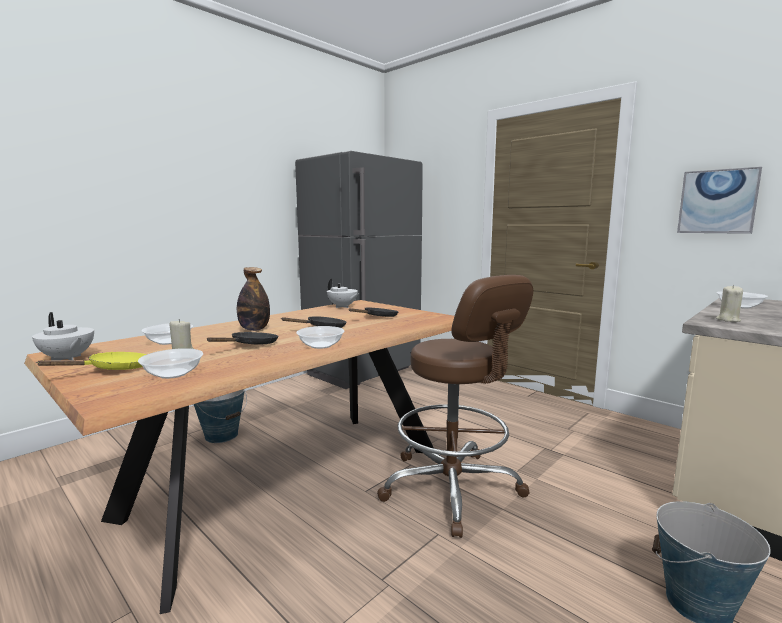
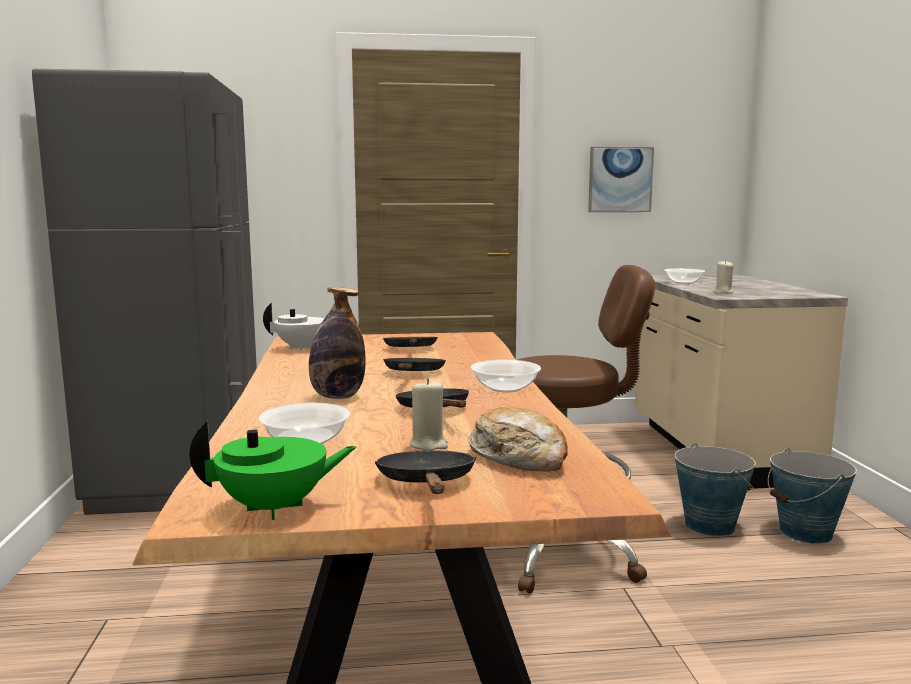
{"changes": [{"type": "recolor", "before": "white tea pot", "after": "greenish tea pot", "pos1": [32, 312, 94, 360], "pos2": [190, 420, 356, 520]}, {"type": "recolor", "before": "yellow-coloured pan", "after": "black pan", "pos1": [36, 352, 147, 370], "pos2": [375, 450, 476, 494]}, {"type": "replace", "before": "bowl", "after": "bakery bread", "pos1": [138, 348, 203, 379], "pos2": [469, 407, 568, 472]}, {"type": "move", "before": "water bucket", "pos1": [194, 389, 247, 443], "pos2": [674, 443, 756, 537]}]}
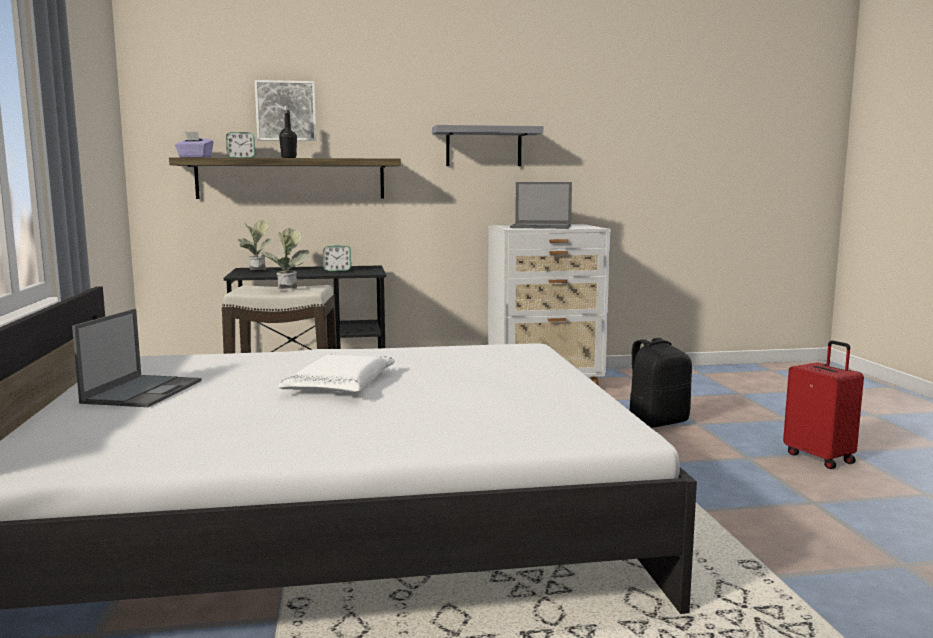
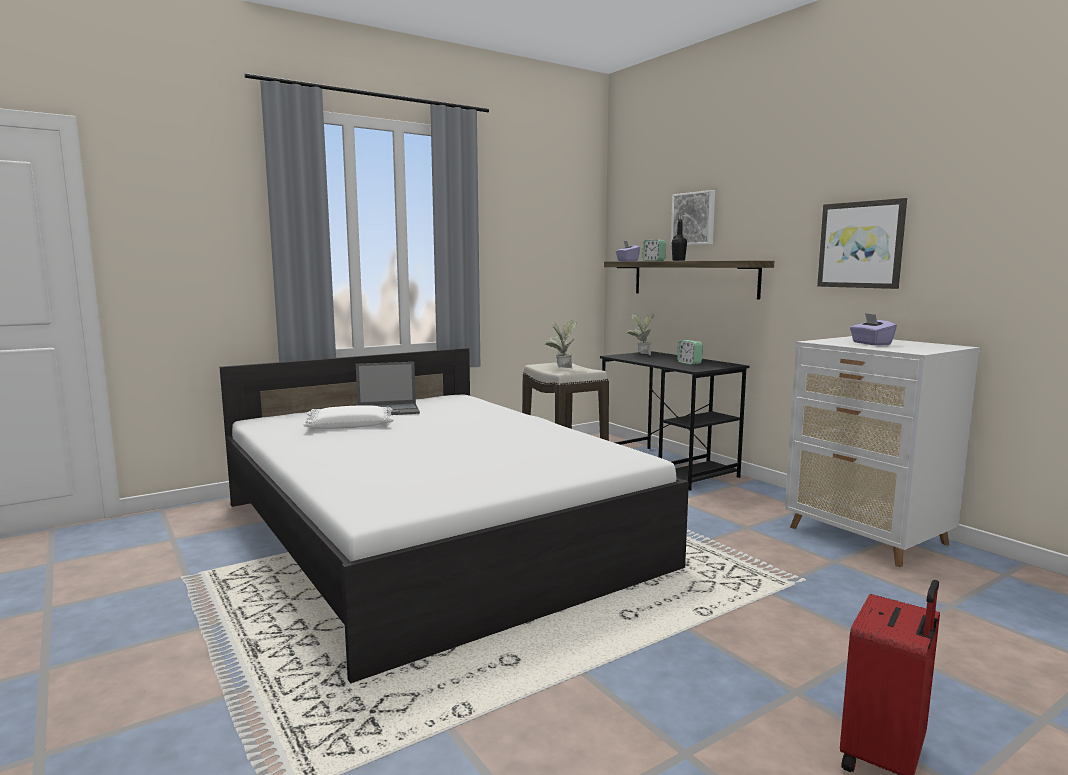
{"changes": [{"type": "move", "before": "white pillow", "pos1": [278, 354, 395, 393], "pos2": [303, 405, 394, 429]}, {"type": "replace", "before": "gray shelf", "after": "wall picture", "pos1": [432, 125, 543, 166], "pos2": [817, 198, 907, 289]}, {"type": "replace", "before": "laptop", "after": "purple tissue holder", "pos1": [510, 182, 572, 229], "pos2": [850, 313, 897, 345]}, {"type": "delete", "before": "black rucksack", "pos1": [629, 338, 692, 428]}]}
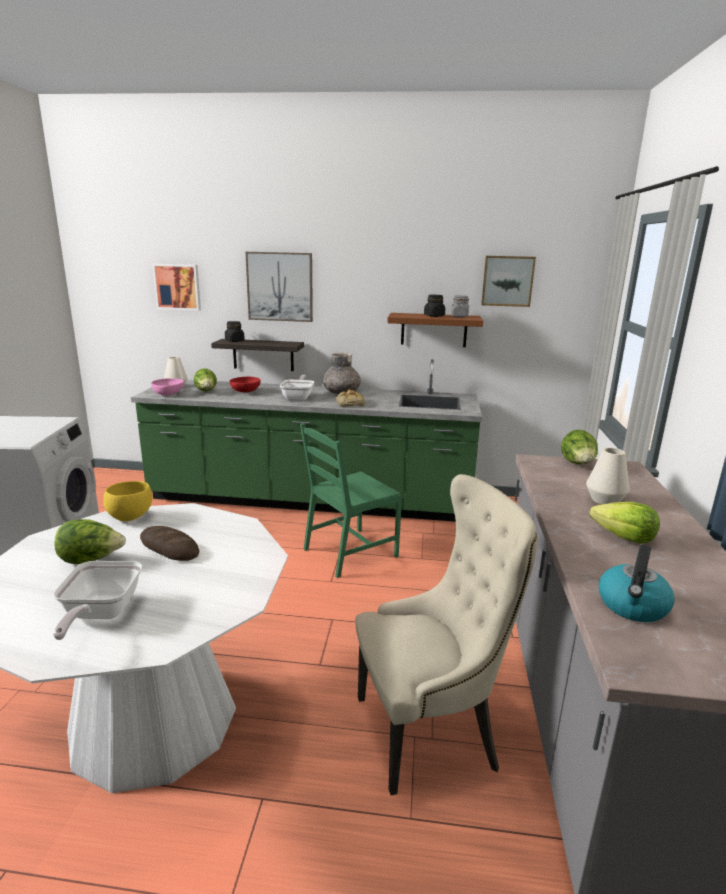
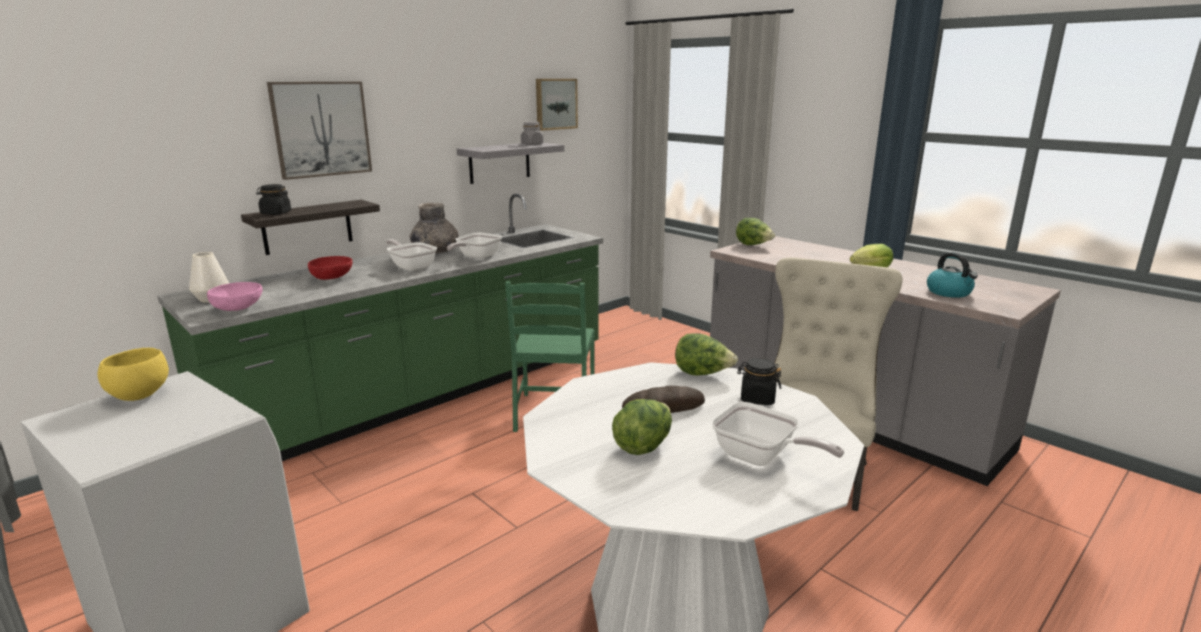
{"changes": [{"type": "move", "before": "yellow-coloured bowl", "pos1": [103, 481, 152, 521], "pos2": [97, 348, 169, 401]}, {"type": "delete", "before": "wall picture", "pos1": [152, 264, 201, 311]}, {"type": "move", "before": "lettuce", "pos1": [194, 368, 217, 391], "pos2": [675, 334, 738, 376]}, {"type": "replace", "before": "bakery bread", "after": "pan", "pos1": [336, 389, 365, 407], "pos2": [447, 232, 502, 259]}, {"type": "recolor", "before": "brownish shelf", "after": "gray shelf", "pos1": [387, 313, 483, 347], "pos2": [457, 143, 564, 184]}, {"type": "move", "before": "black storage jar", "pos1": [424, 295, 445, 317], "pos2": [737, 358, 781, 405]}, {"type": "delete", "before": "white decorative vase", "pos1": [586, 448, 630, 504]}]}
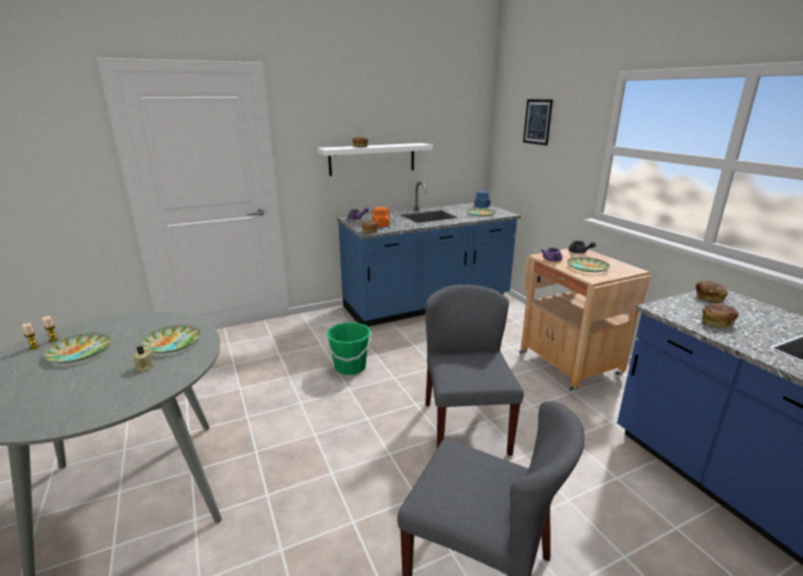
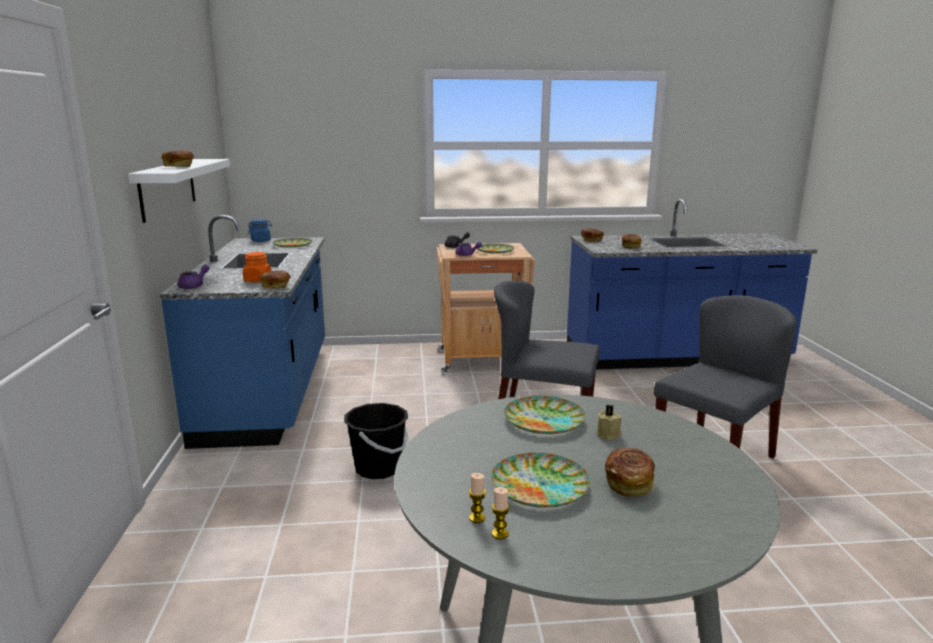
{"changes": [{"type": "recolor", "before": "greenish water bucket", "after": "black water bucket", "pos1": [326, 322, 372, 375], "pos2": [344, 403, 409, 479]}, {"type": "delete", "before": "wall picture", "pos1": [523, 99, 553, 146]}, {"type": "insert", "after": "bakery bread", "pos2": [605, 448, 655, 497]}]}
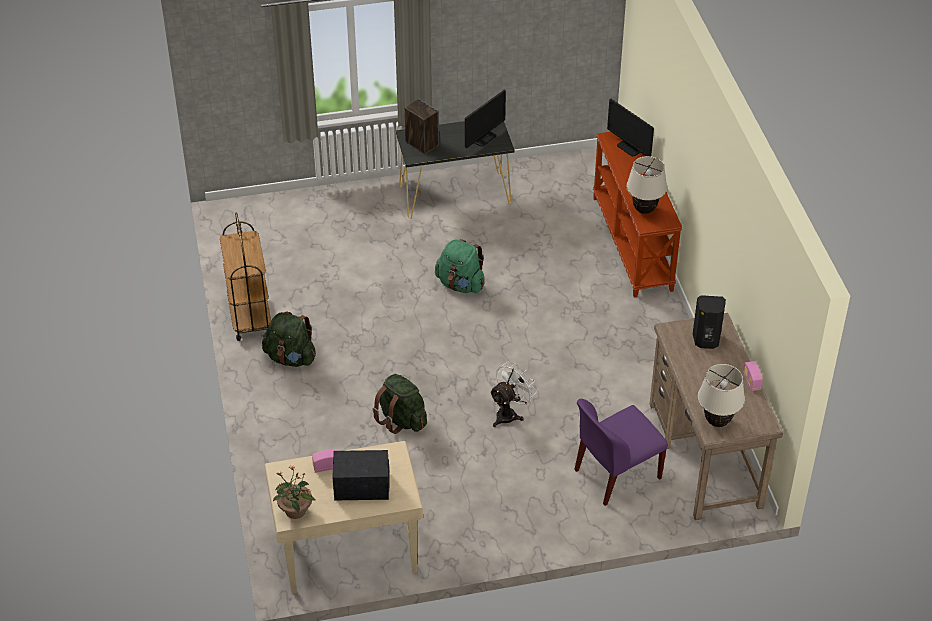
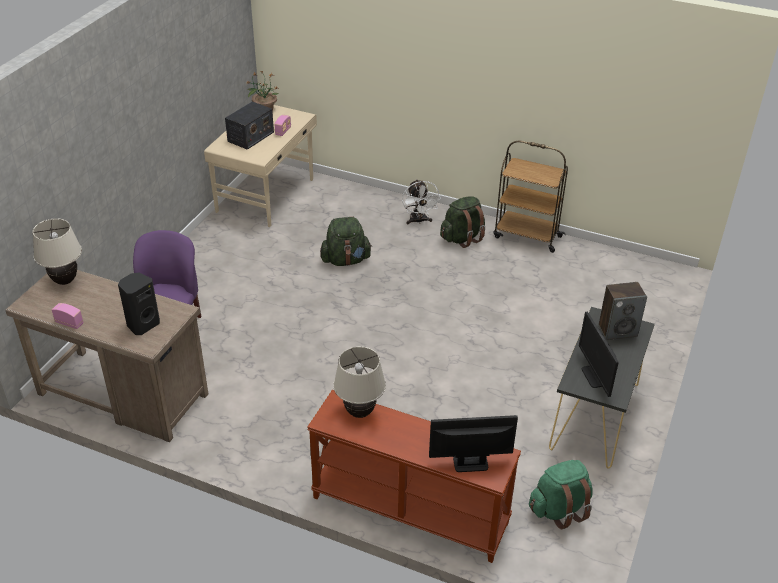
{"changes": [{"type": "move", "before": "greenish rucksack", "pos1": [435, 239, 485, 293], "pos2": [529, 460, 593, 529]}, {"type": "move", "before": "white electric fan", "pos1": [489, 362, 537, 427], "pos2": [402, 179, 441, 225]}]}
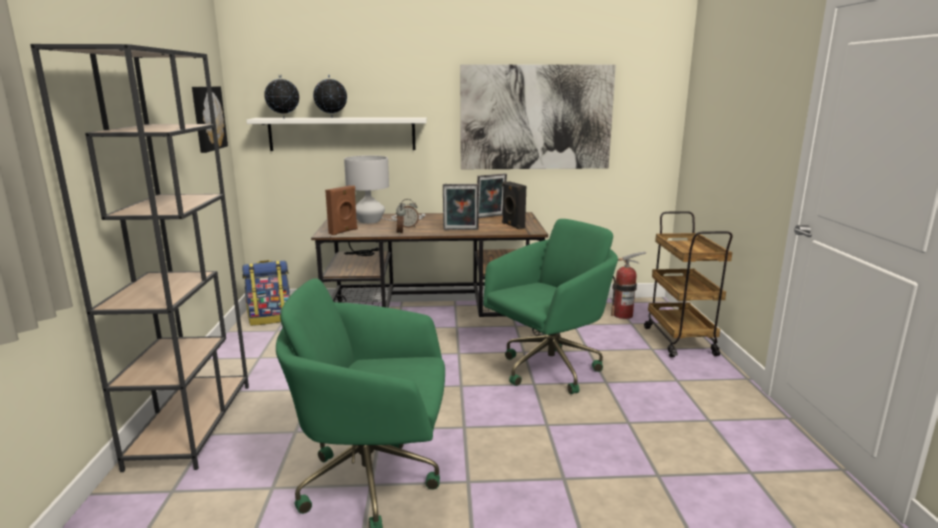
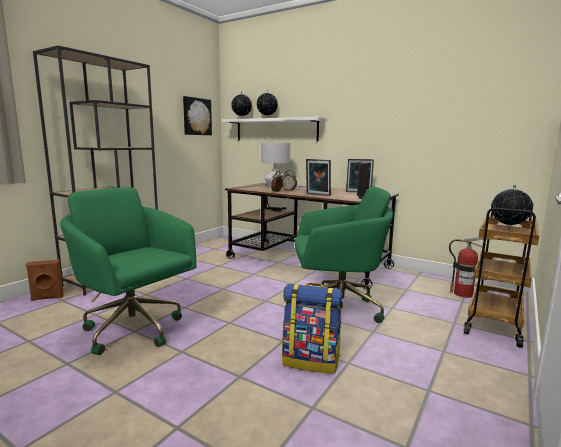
{"changes": [{"type": "move", "before": "rucksack", "pos1": [242, 260, 290, 326], "pos2": [282, 283, 343, 374]}, {"type": "move", "before": "brownish loudspeaker", "pos1": [325, 186, 358, 235], "pos2": [26, 260, 64, 301]}, {"type": "delete", "before": "wall picture", "pos1": [460, 64, 616, 169]}, {"type": "insert", "after": "globe", "pos2": [491, 185, 533, 230]}]}
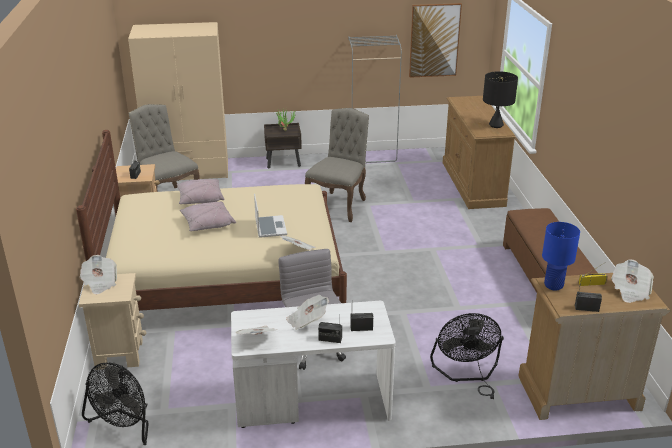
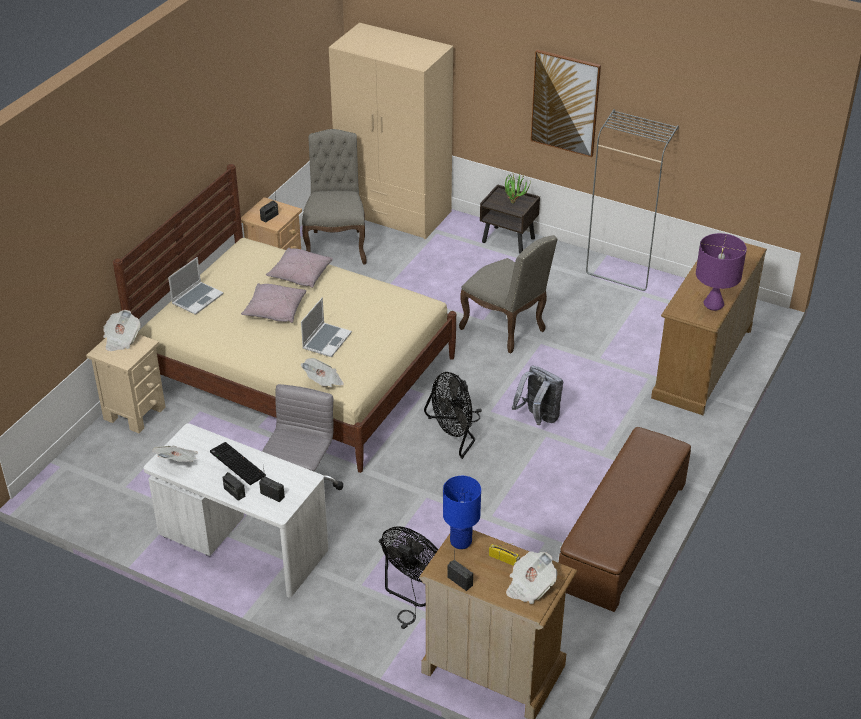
{"changes": [{"type": "move", "before": "black electric fan", "pos1": [82, 362, 149, 445], "pos2": [424, 372, 483, 459]}, {"type": "replace", "before": "daily paper", "after": "keyboard", "pos1": [286, 295, 329, 330], "pos2": [210, 442, 266, 485]}, {"type": "rotate", "before": "gray upright chair", "pos1": [305, 108, 369, 222], "pos2": [459, 235, 557, 354], "turn": 75}, {"type": "move", "before": "wall picture", "pos1": [409, 3, 462, 78], "pos2": [531, 50, 601, 157]}, {"type": "recolor", "before": "black table lamp", "after": "purple table lamp", "pos1": [483, 71, 518, 128], "pos2": [696, 233, 747, 311]}, {"type": "insert", "after": "laptop", "pos2": [168, 257, 224, 315]}, {"type": "insert", "after": "gray rucksack", "pos2": [512, 366, 563, 425]}]}
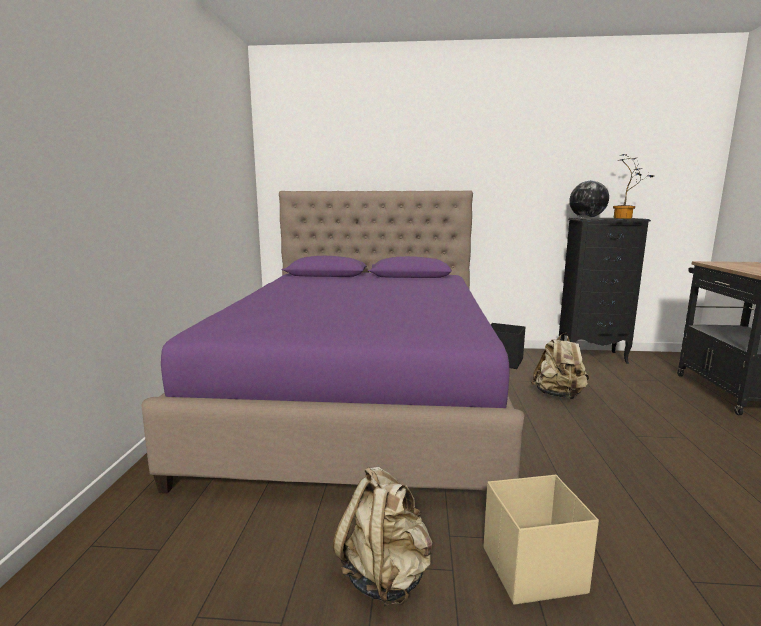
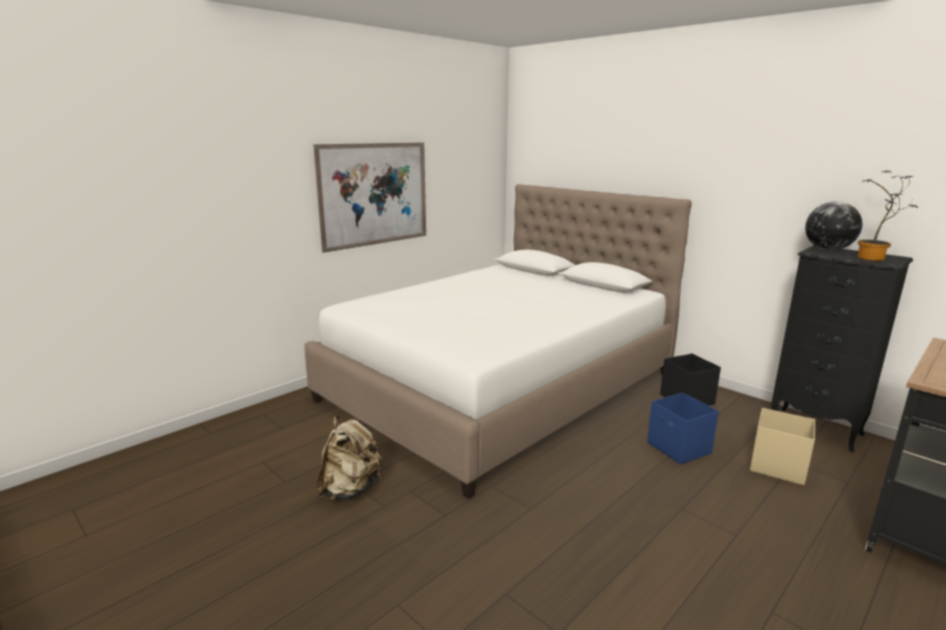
{"changes": [{"type": "recolor", "before": "purple bed", "after": "white bed", "pos1": [141, 190, 524, 493], "pos2": [305, 184, 692, 499]}, {"type": "move", "before": "beige storage box", "pos1": [484, 475, 599, 605], "pos2": [750, 408, 815, 485]}, {"type": "replace", "before": "beige rucksack", "after": "blue-coloured storage box", "pos1": [531, 333, 589, 400], "pos2": [647, 392, 719, 464]}, {"type": "insert", "after": "wall picture", "pos2": [313, 142, 426, 253]}]}
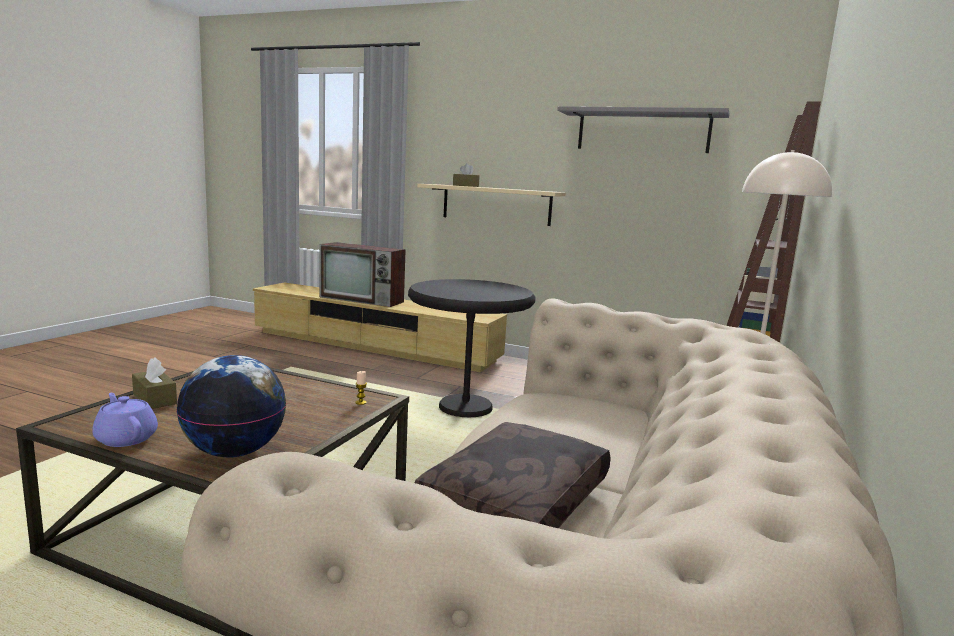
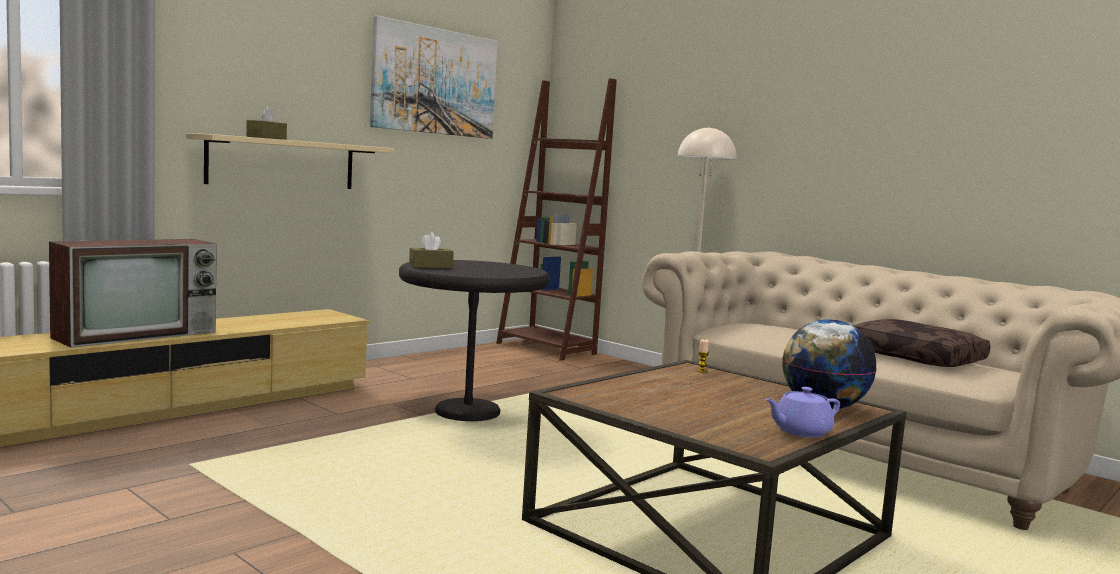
{"changes": [{"type": "move", "before": "brownish tissue holder", "pos1": [132, 357, 177, 409], "pos2": [409, 232, 454, 268]}, {"type": "replace", "before": "gray shelf", "after": "wall picture", "pos1": [557, 106, 729, 153], "pos2": [370, 16, 498, 139]}]}
